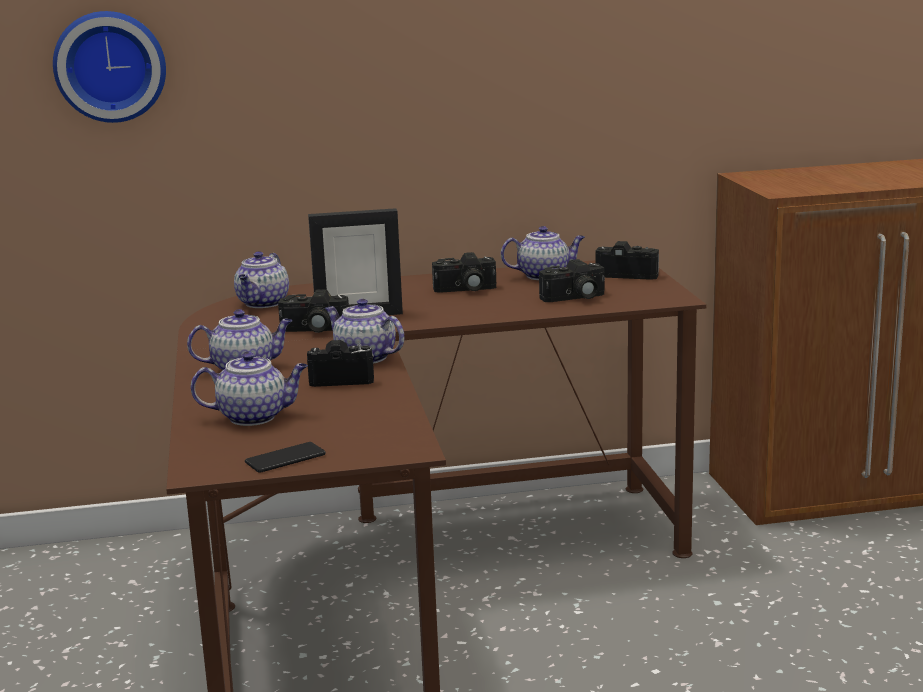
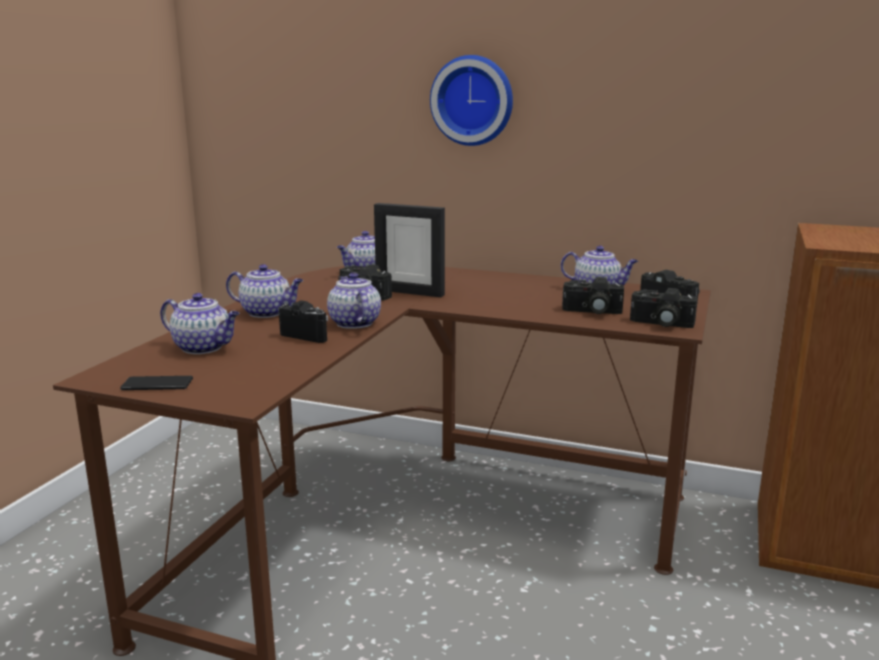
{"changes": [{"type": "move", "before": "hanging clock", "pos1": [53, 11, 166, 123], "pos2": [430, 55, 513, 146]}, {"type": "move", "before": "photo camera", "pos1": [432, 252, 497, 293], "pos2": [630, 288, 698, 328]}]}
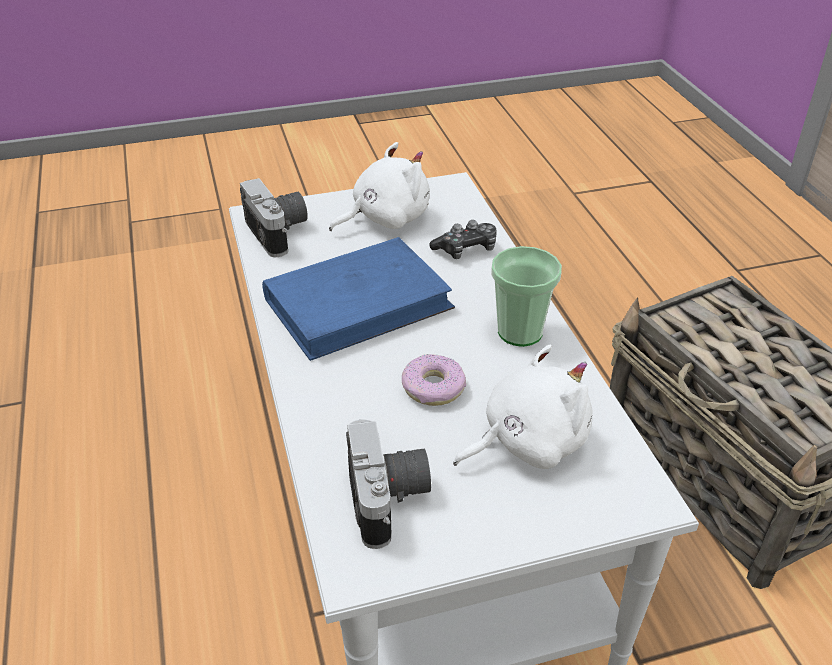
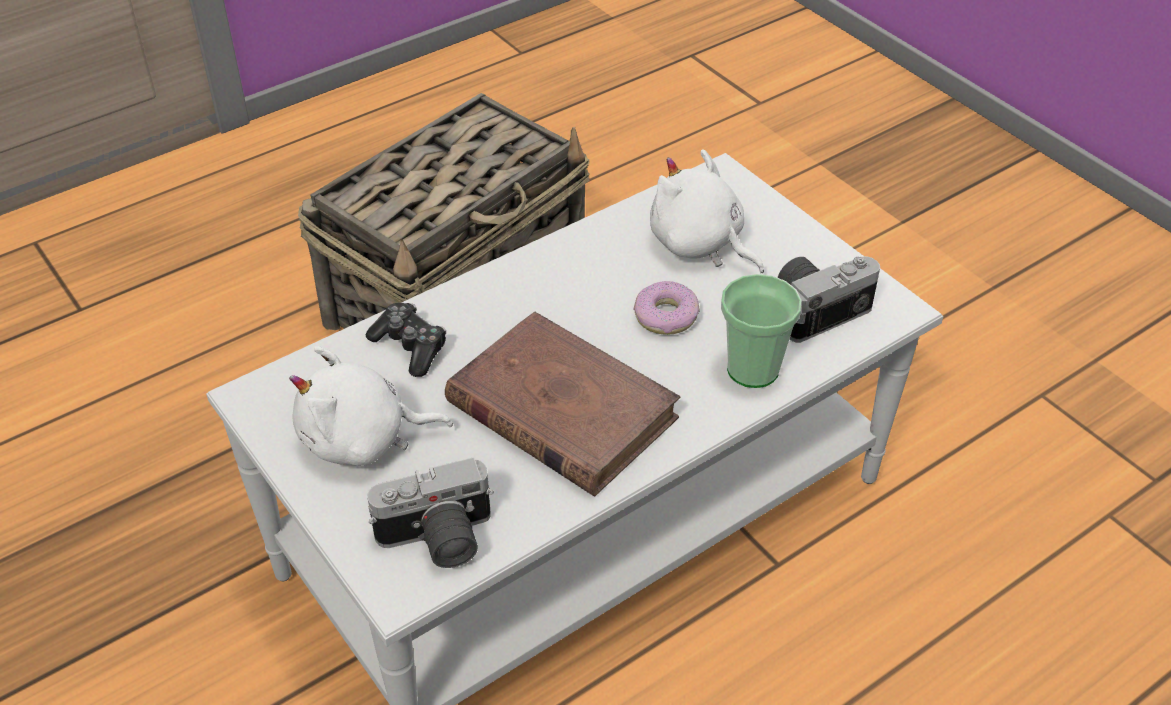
{"changes": [{"type": "rotate", "before": "photo camera", "pos1": [240, 178, 308, 257], "pos2": [367, 457, 494, 568], "turn": -150}, {"type": "recolor", "before": "blue-coloured volume", "after": "brownish volume", "pos1": [262, 237, 455, 361], "pos2": [445, 312, 680, 497]}, {"type": "rotate", "before": "white cuddly toy", "pos1": [329, 142, 430, 231], "pos2": [289, 346, 453, 466], "turn": -45}, {"type": "move", "before": "drinking cup", "pos1": [491, 246, 562, 347], "pos2": [721, 274, 802, 388]}]}
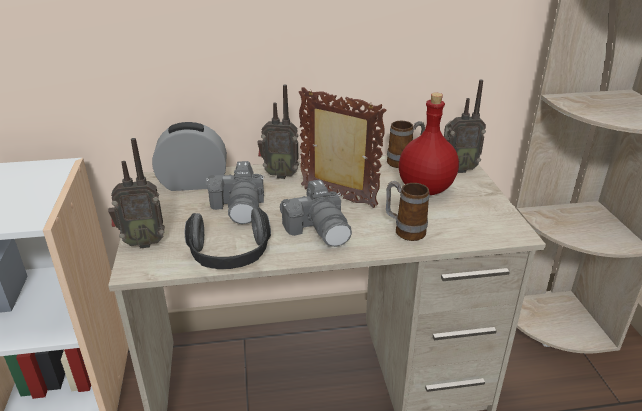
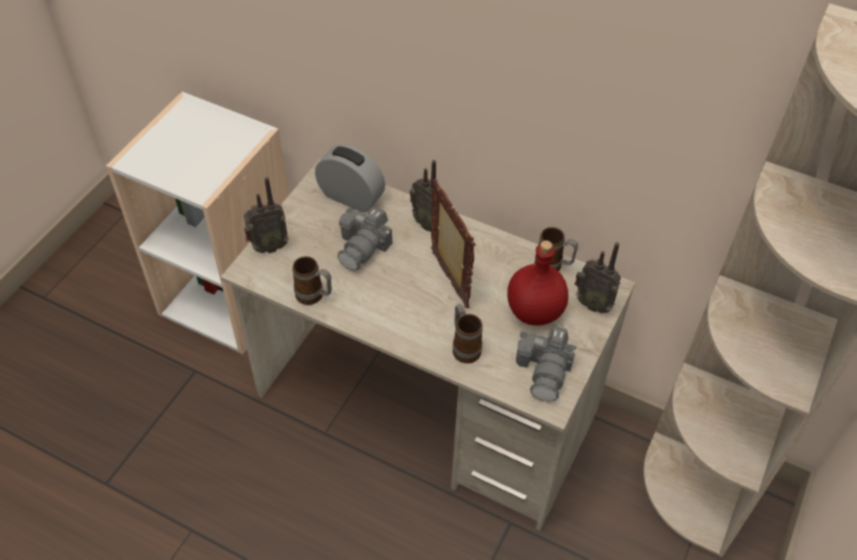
{"changes": [{"type": "rotate", "before": "radio", "pos1": [108, 138, 165, 248], "pos2": [244, 177, 289, 253], "turn": -45}, {"type": "replace", "before": "headset", "after": "mug", "pos1": [185, 208, 271, 269], "pos2": [293, 256, 332, 305]}, {"type": "move", "before": "photo camera", "pos1": [280, 180, 352, 247], "pos2": [516, 326, 577, 402]}]}
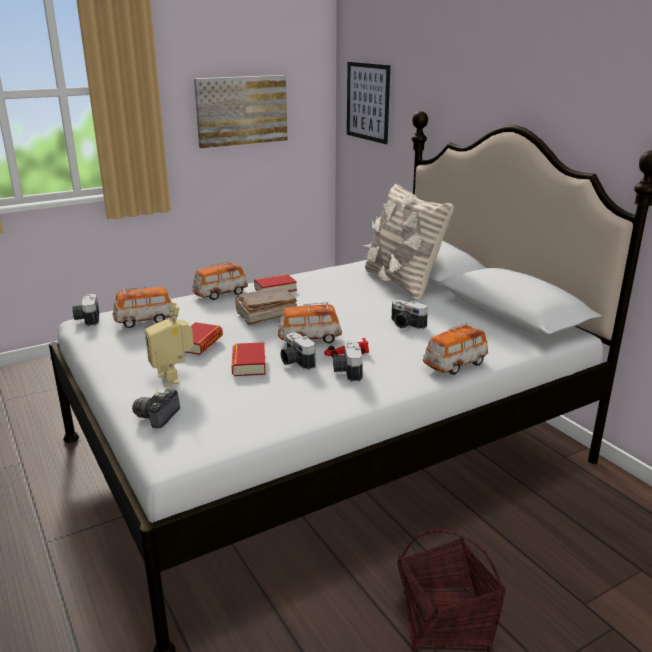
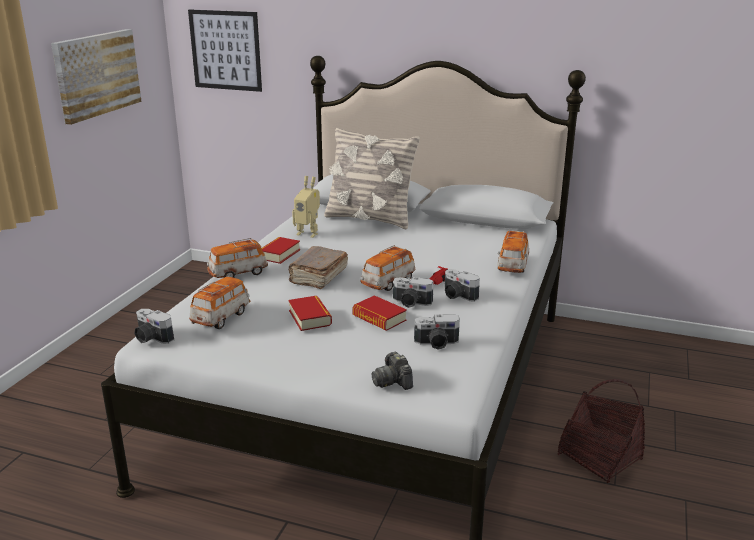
{"changes": [{"type": "move", "before": "toy robot", "pos1": [145, 302, 194, 387], "pos2": [292, 176, 320, 238]}, {"type": "rotate", "before": "model car", "pos1": [192, 261, 248, 300], "pos2": [207, 238, 268, 278], "turn": 45}, {"type": "move", "before": "photo camera", "pos1": [392, 300, 428, 329], "pos2": [414, 314, 460, 350]}]}
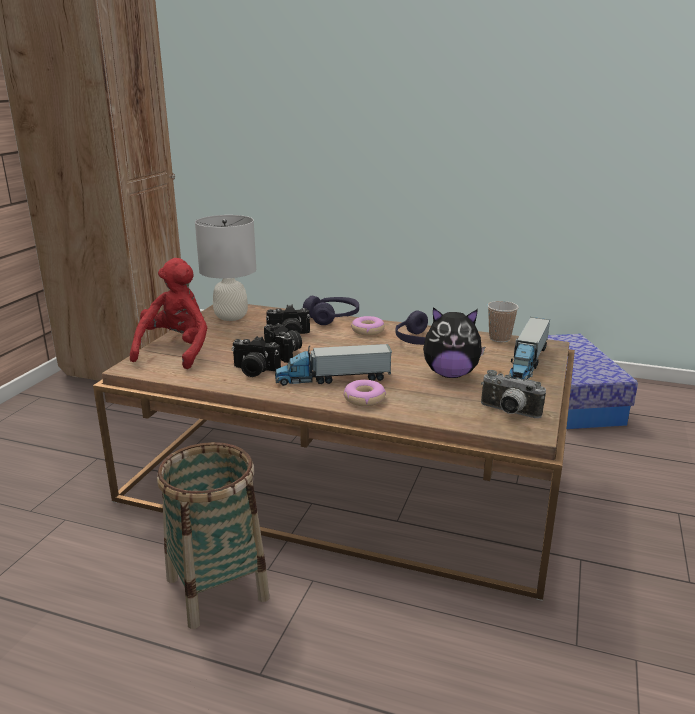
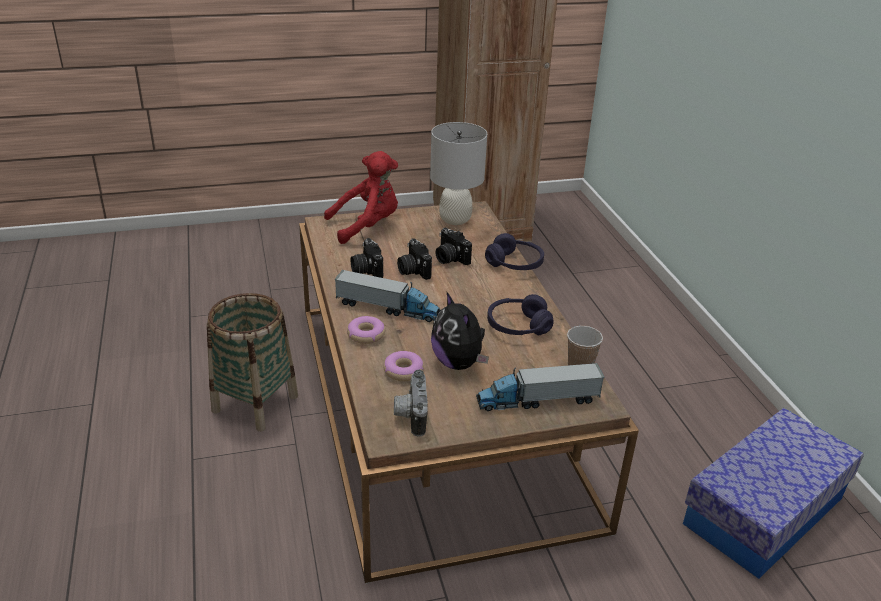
{"changes": [{"type": "rotate", "before": "photo camera", "pos1": [264, 324, 302, 363], "pos2": [397, 238, 432, 280], "turn": 135}, {"type": "rotate", "before": "toy truck", "pos1": [275, 344, 392, 386], "pos2": [334, 270, 441, 322], "turn": 150}, {"type": "move", "before": "ring doughnut", "pos1": [351, 316, 385, 335], "pos2": [383, 351, 424, 381]}]}
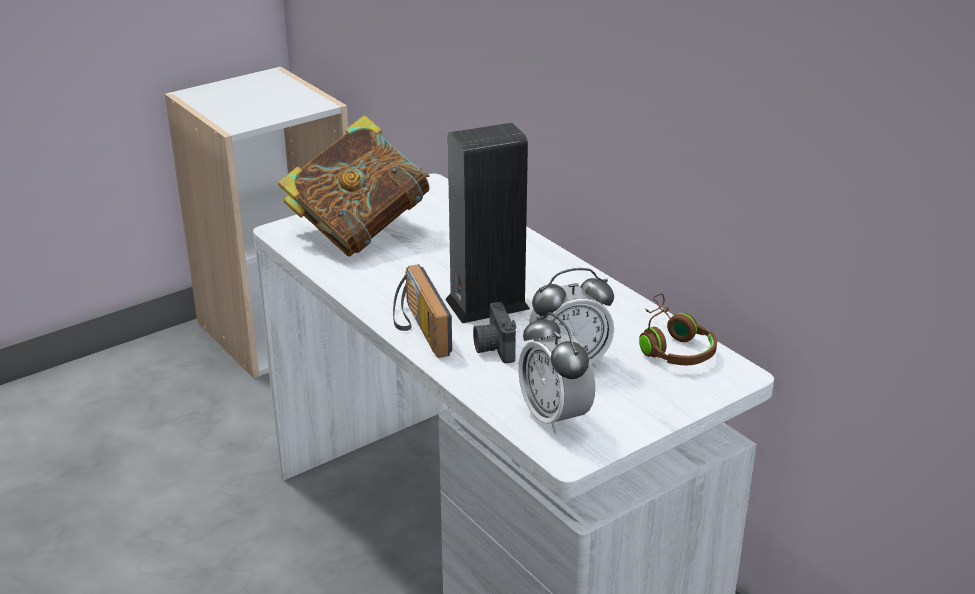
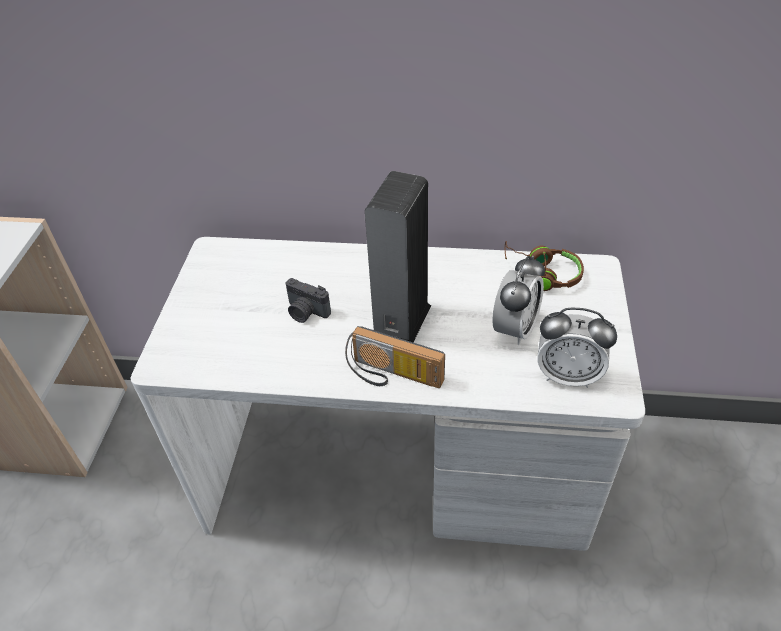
{"changes": [{"type": "delete", "before": "volume", "pos1": [278, 115, 430, 257]}, {"type": "move", "before": "photo camera", "pos1": [473, 302, 516, 363], "pos2": [286, 278, 331, 323]}]}
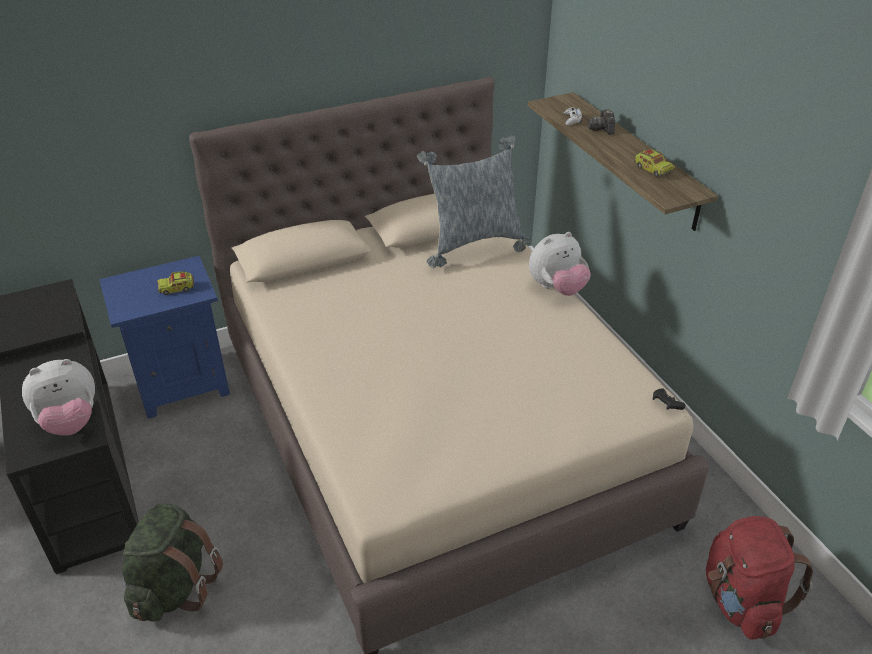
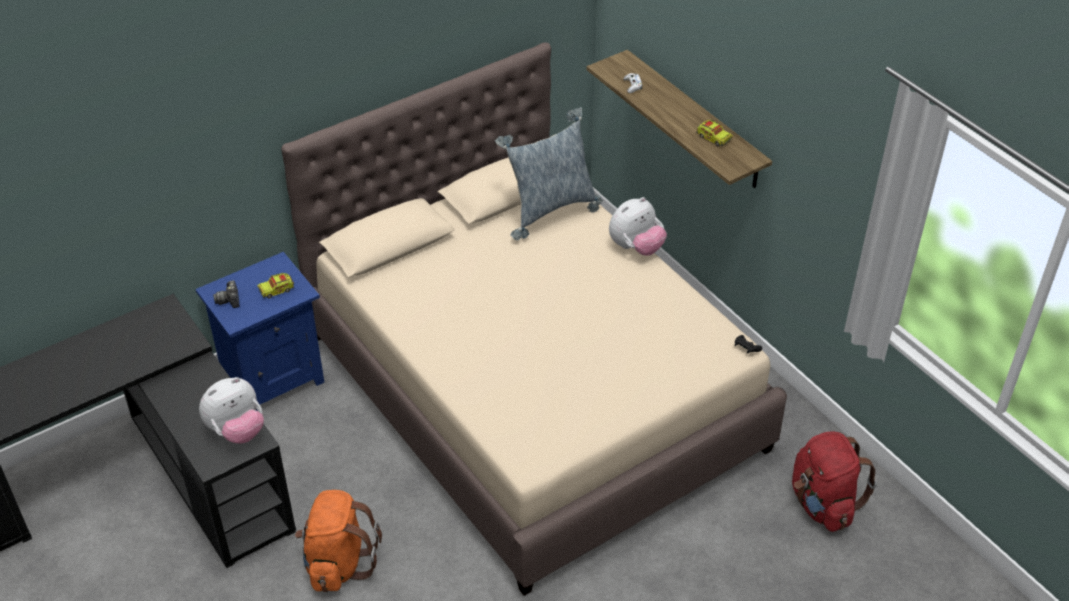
{"changes": [{"type": "recolor", "before": "greenish rucksack", "after": "orange rucksack", "pos1": [122, 503, 223, 622], "pos2": [295, 490, 382, 592]}, {"type": "move", "before": "photo camera", "pos1": [588, 109, 615, 135], "pos2": [213, 280, 240, 308]}]}
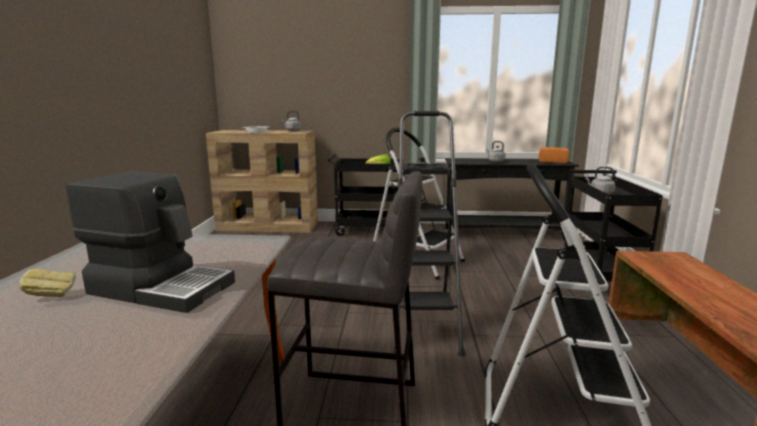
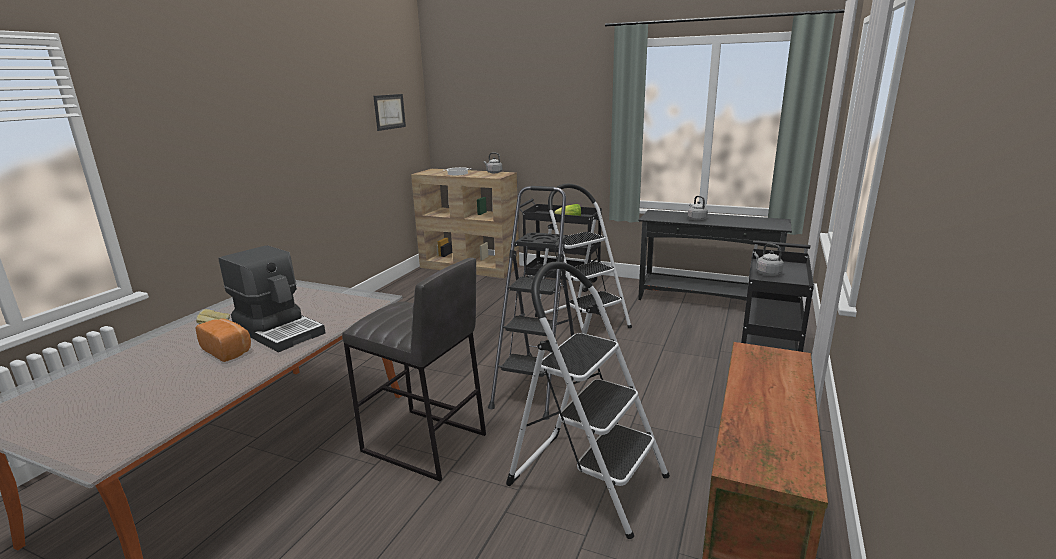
{"changes": [{"type": "move", "before": "bakery bread", "pos1": [539, 147, 569, 163], "pos2": [195, 318, 251, 362]}, {"type": "insert", "after": "wall picture", "pos2": [373, 94, 406, 131]}]}
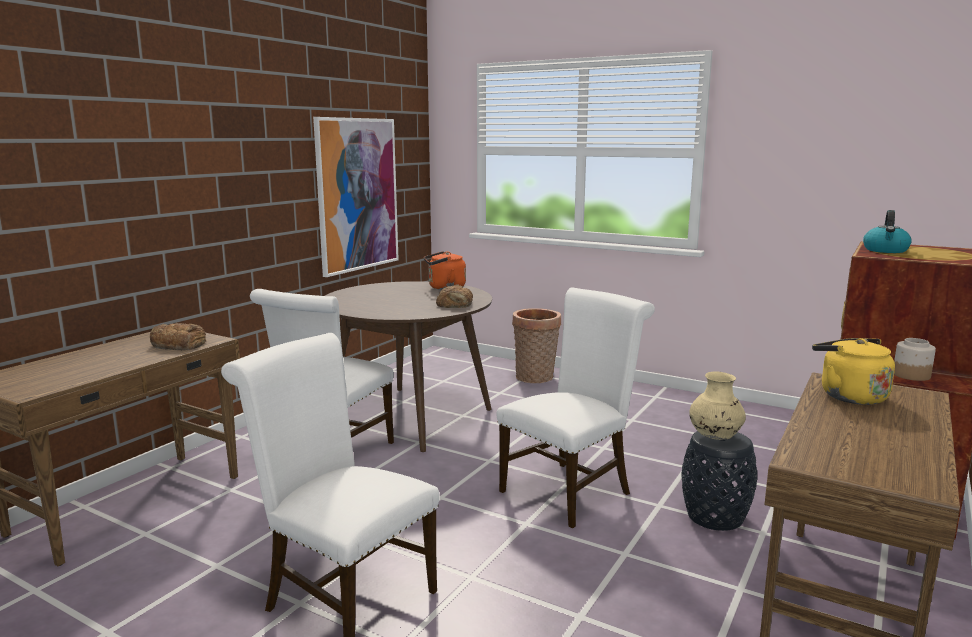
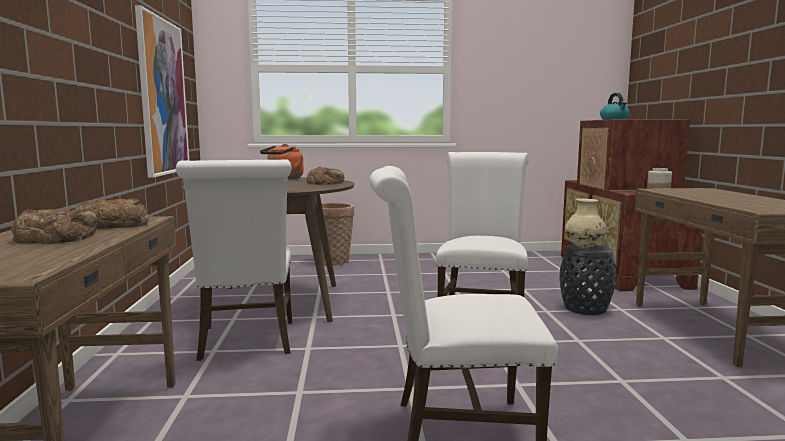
{"changes": [{"type": "delete", "before": "yellow-coloured water kettle", "pos1": [812, 338, 895, 405]}, {"type": "insert", "after": "bakery bread", "pos2": [11, 209, 97, 244]}]}
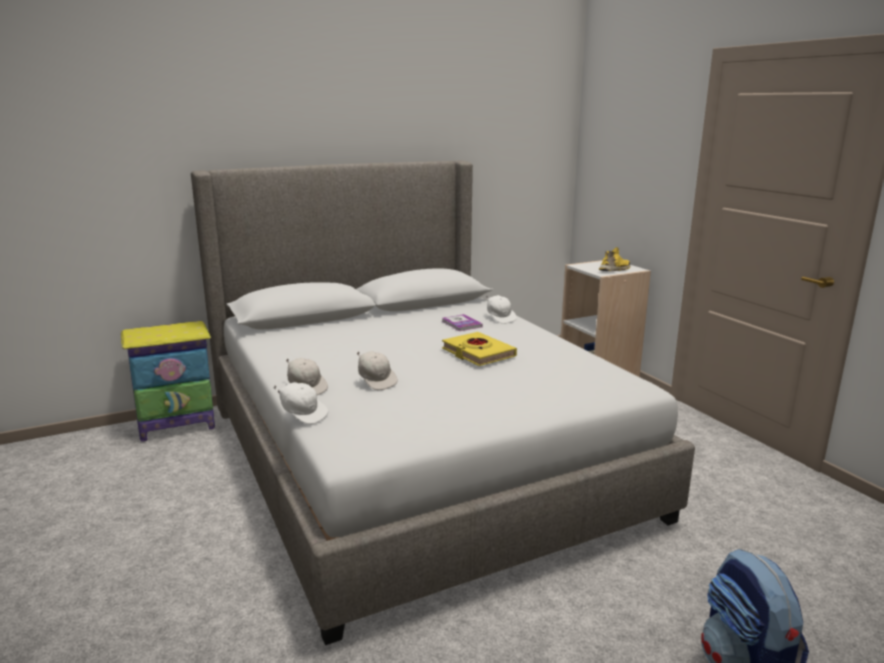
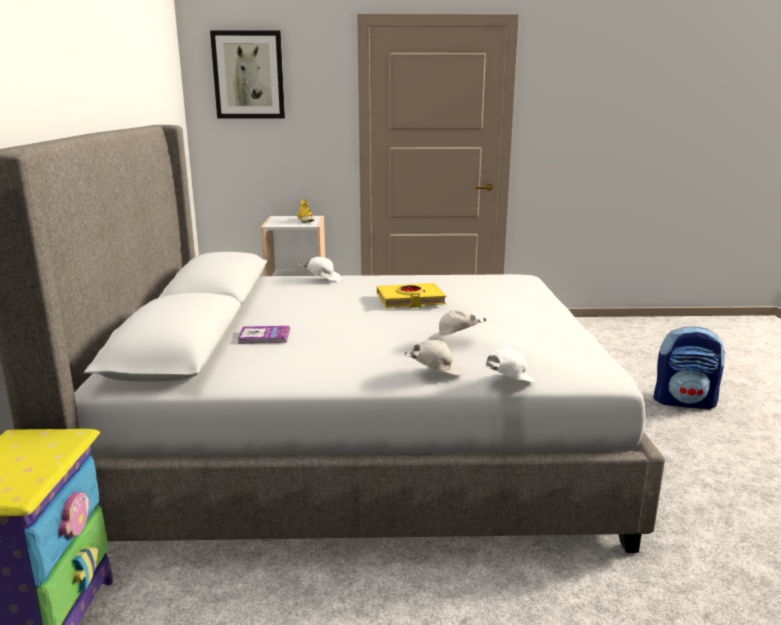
{"changes": [{"type": "rotate", "before": "white baseball cap", "pos1": [357, 351, 398, 390], "pos2": [429, 310, 486, 339], "turn": -150}, {"type": "move", "before": "volume", "pos1": [442, 314, 483, 331], "pos2": [237, 326, 290, 344]}, {"type": "insert", "after": "wall picture", "pos2": [210, 30, 285, 119]}]}
